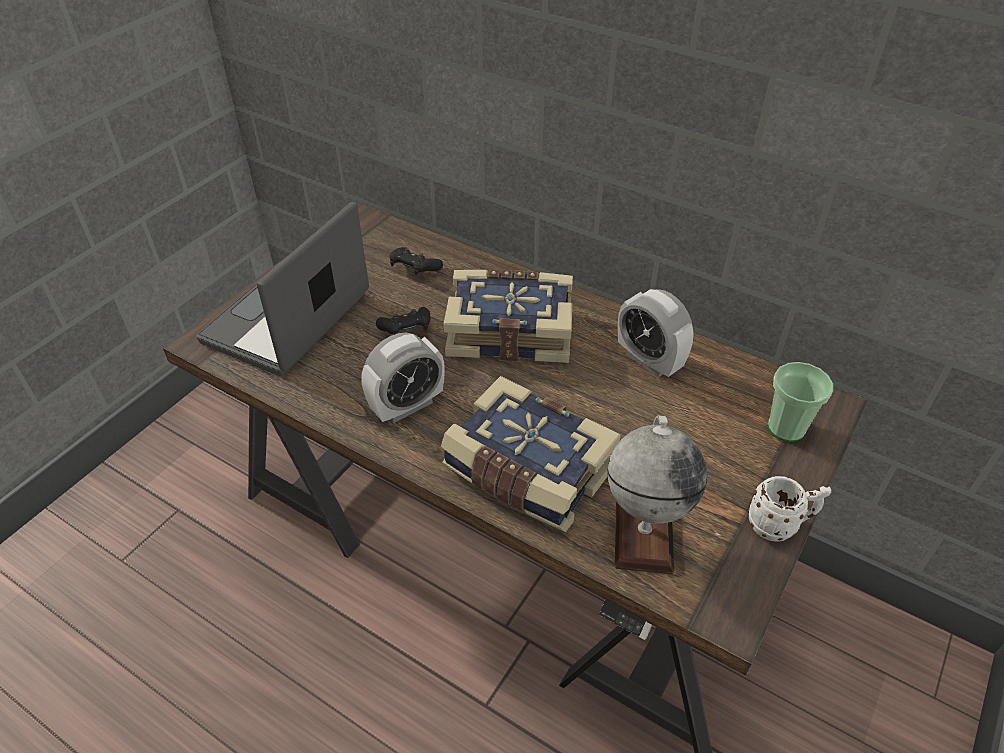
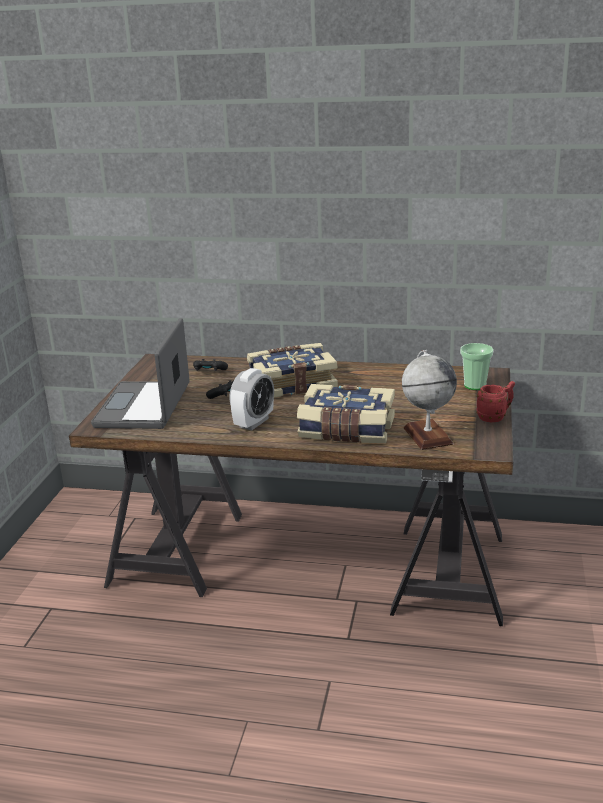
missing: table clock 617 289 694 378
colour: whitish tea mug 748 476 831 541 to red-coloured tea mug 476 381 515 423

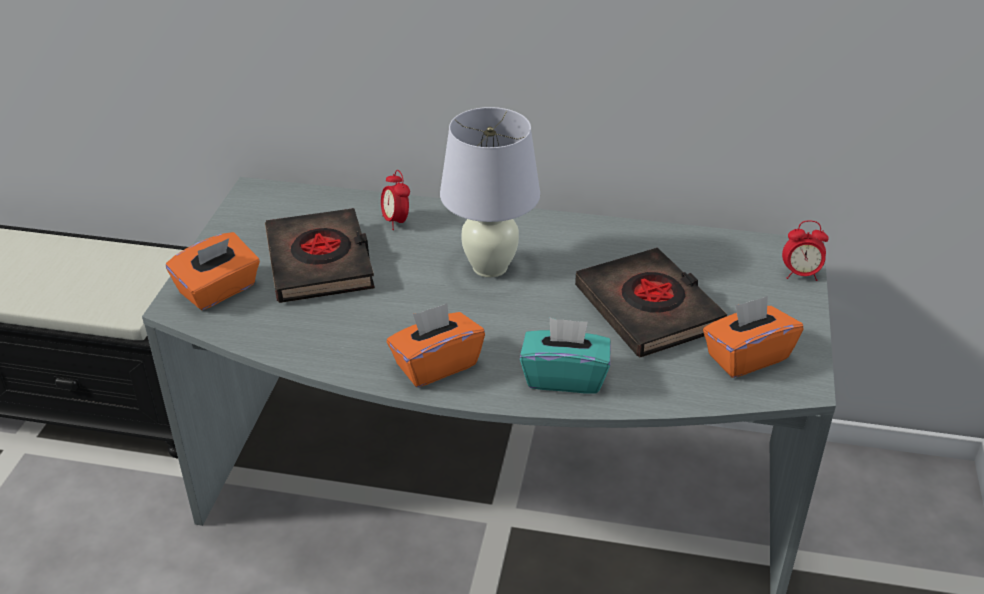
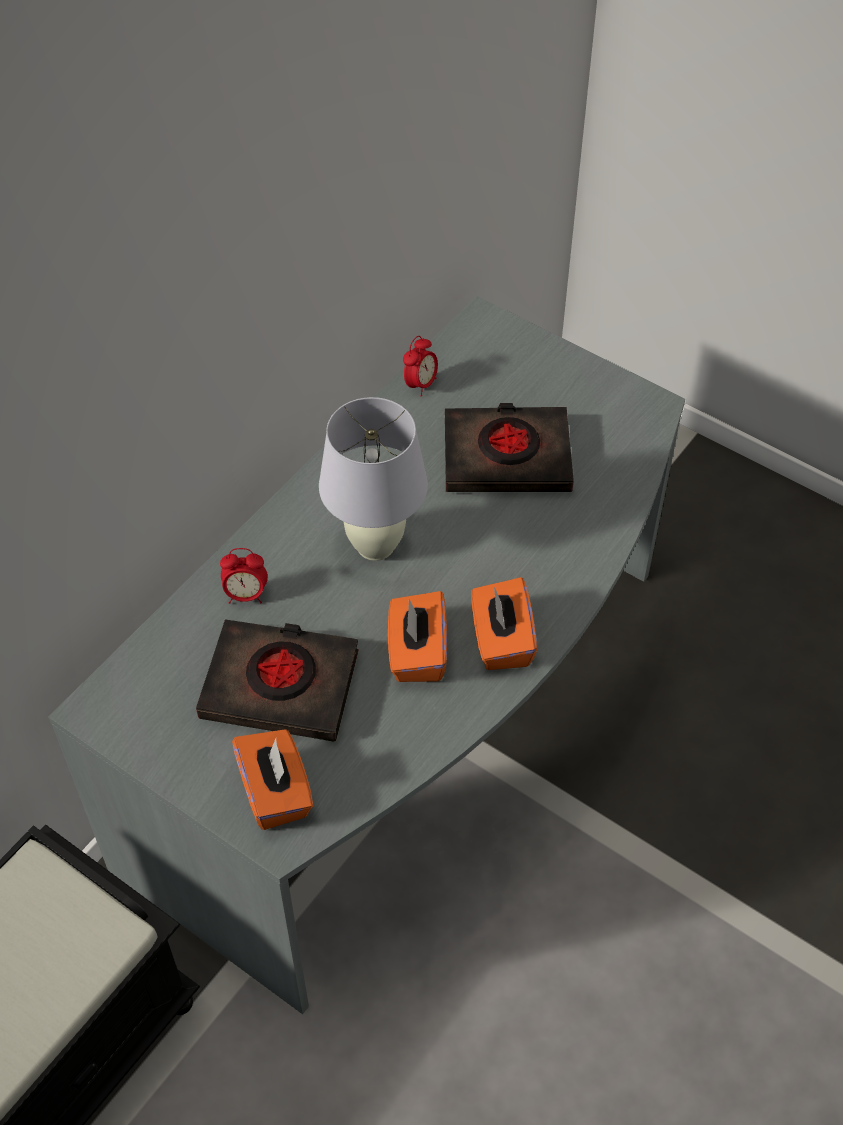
missing: turquoise-coloured tissue holder 520 318 611 394
relocated: orangey tissue holder 703 296 803 378 to 388 591 447 682; table clock 782 221 829 281 to 403 336 438 397

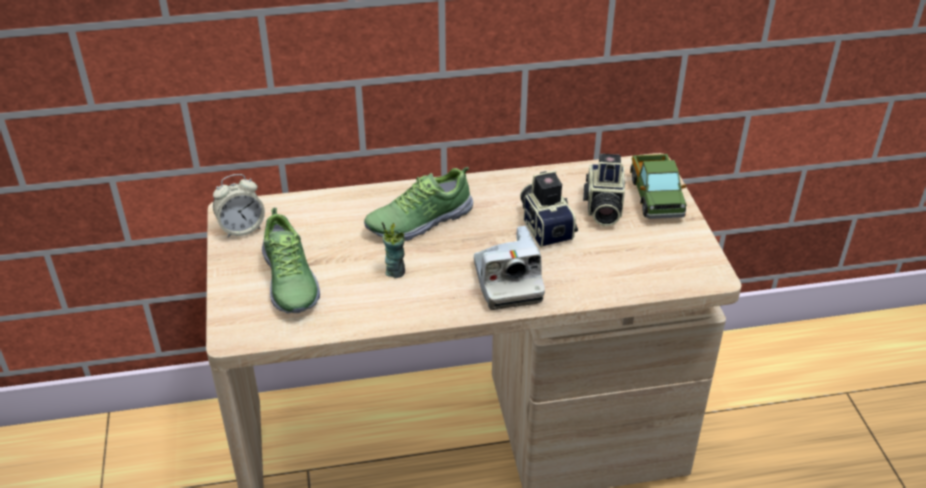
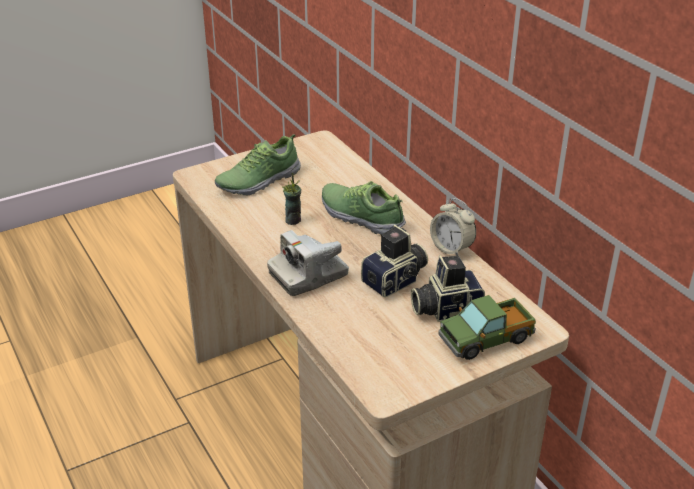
relocated: table clock 213 174 265 238 to 430 198 476 256

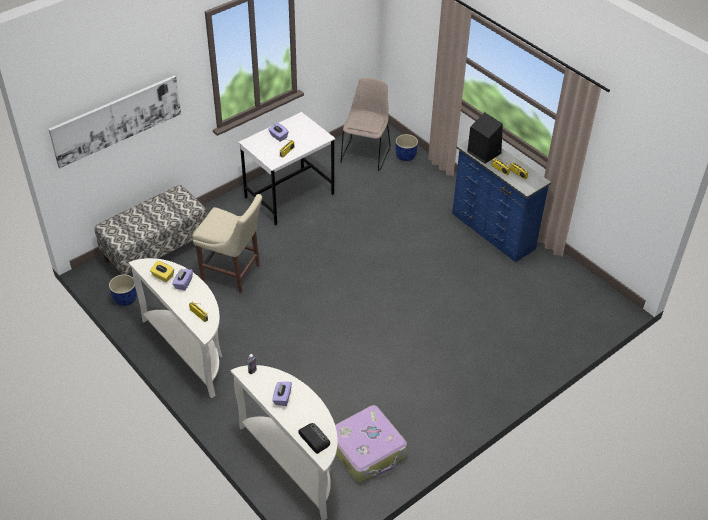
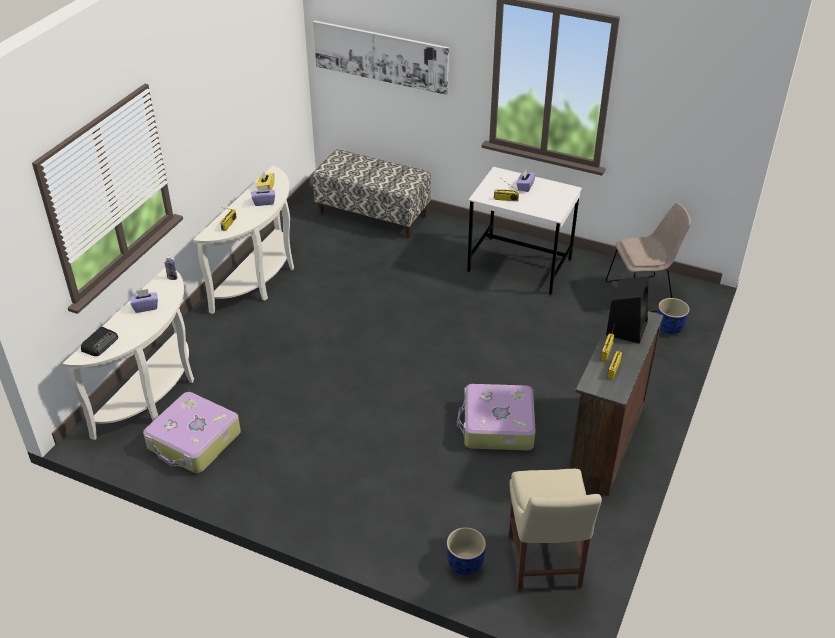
appeared: suitcase 457 384 536 450
relocated: bluish flower pot 109 274 137 306 to 447 527 486 576; beige-coloured chair 192 194 262 293 to 508 469 602 592
colour: bluish dresser 452 139 551 262 to brown-coloured dresser 569 311 664 496

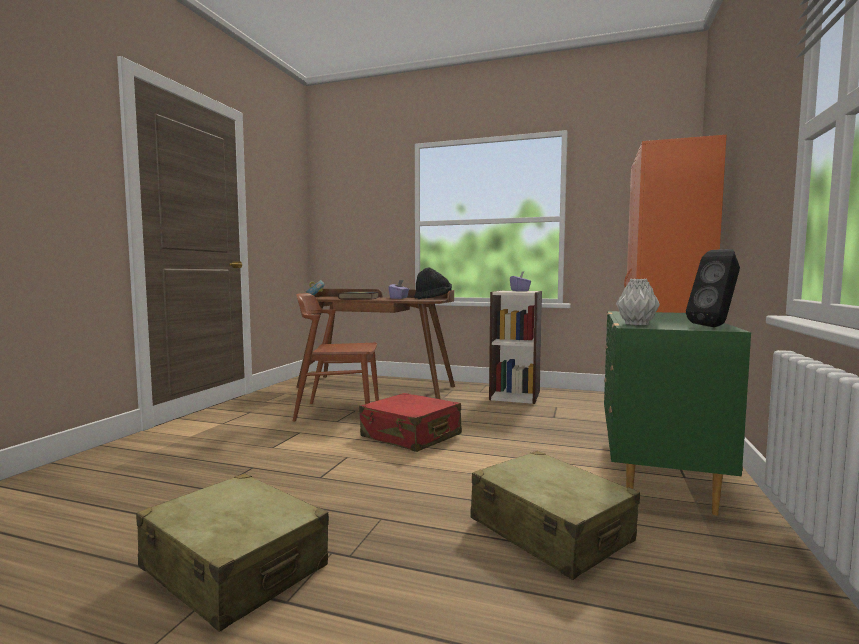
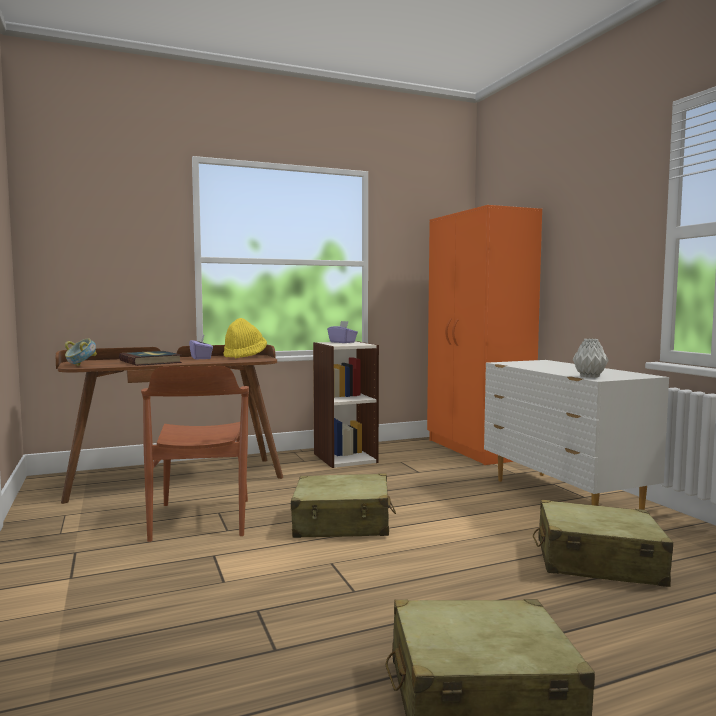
missing: blackish speaker 686 249 740 327
colour: red-coloured suitcase 359 393 462 452 to beige-coloured suitcase 291 473 396 538; blackish wearable hat 414 268 452 299 to yellow-coloured wearable hat 223 318 267 359; greenish dresser 604 311 751 515 to whitish dresser 484 360 669 510
spun: brown-coloured chair 293 293 379 421 = 141 366 249 542 60 degrees counterclockwise

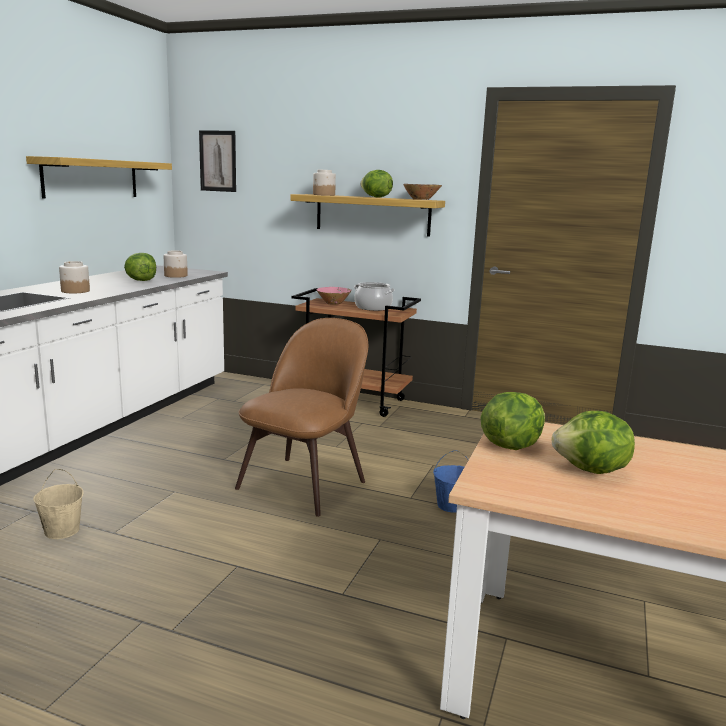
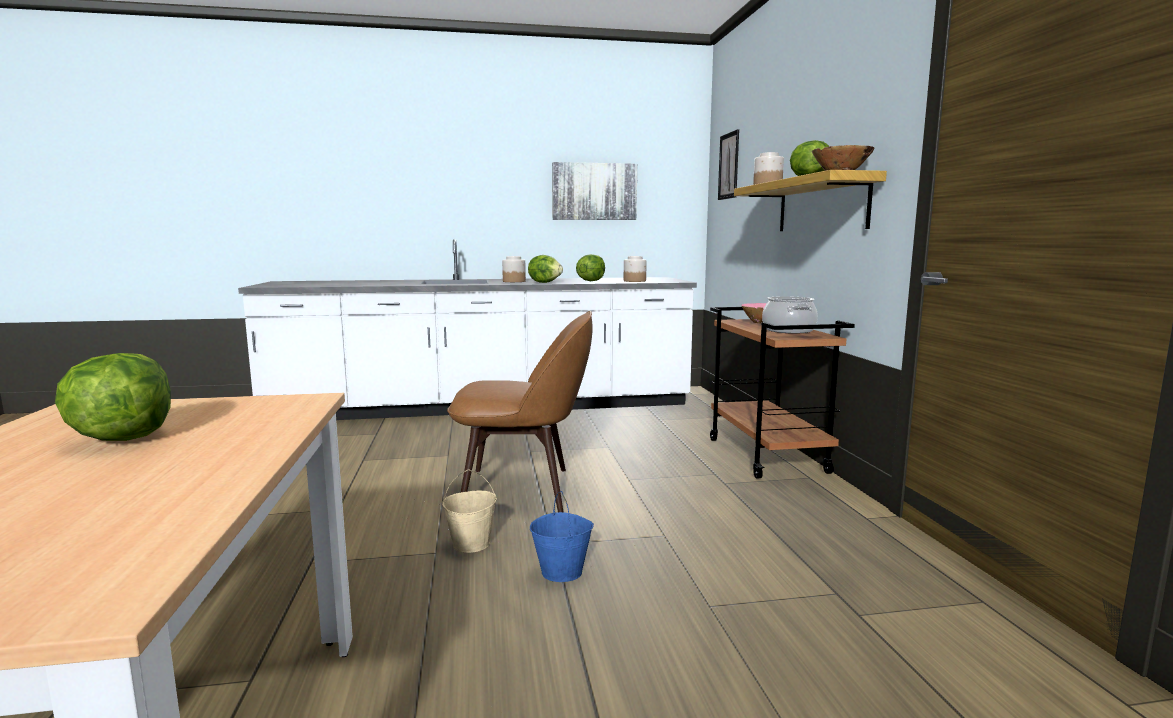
relocated: beige-coloured bucket 33 469 84 539 to 442 469 497 553; lettuce 481 392 545 450 to 528 255 563 283
exchanged: shelf 26 156 172 199 to wall art 552 162 637 220

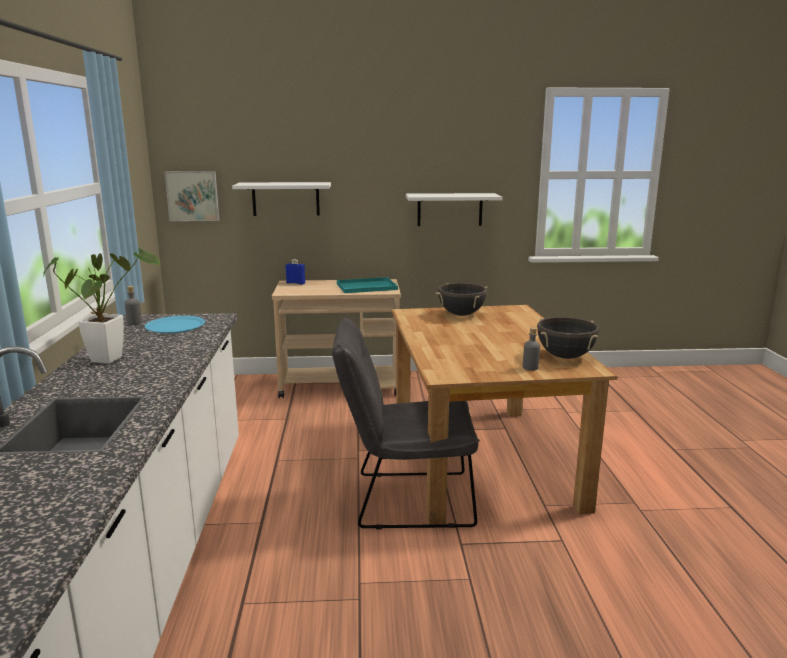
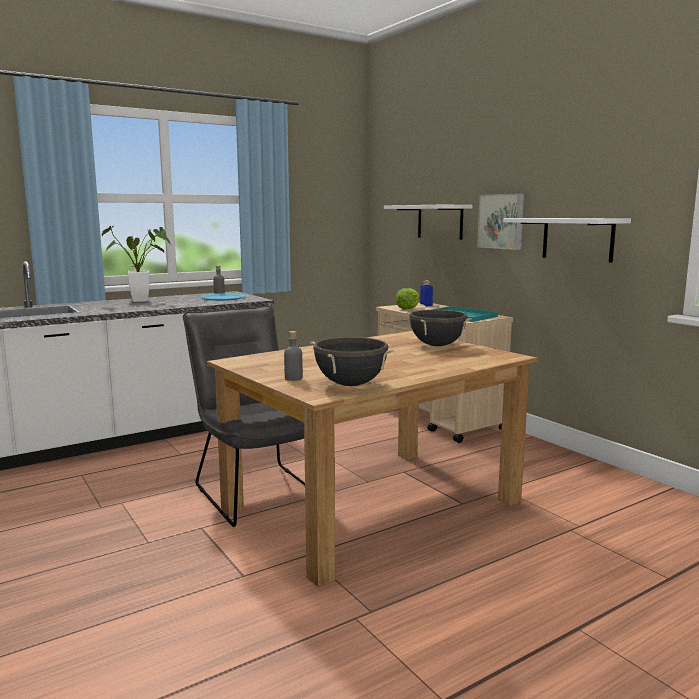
appeared: lettuce 395 288 420 310
relocated: wall art 164 171 219 221 to 477 193 524 250

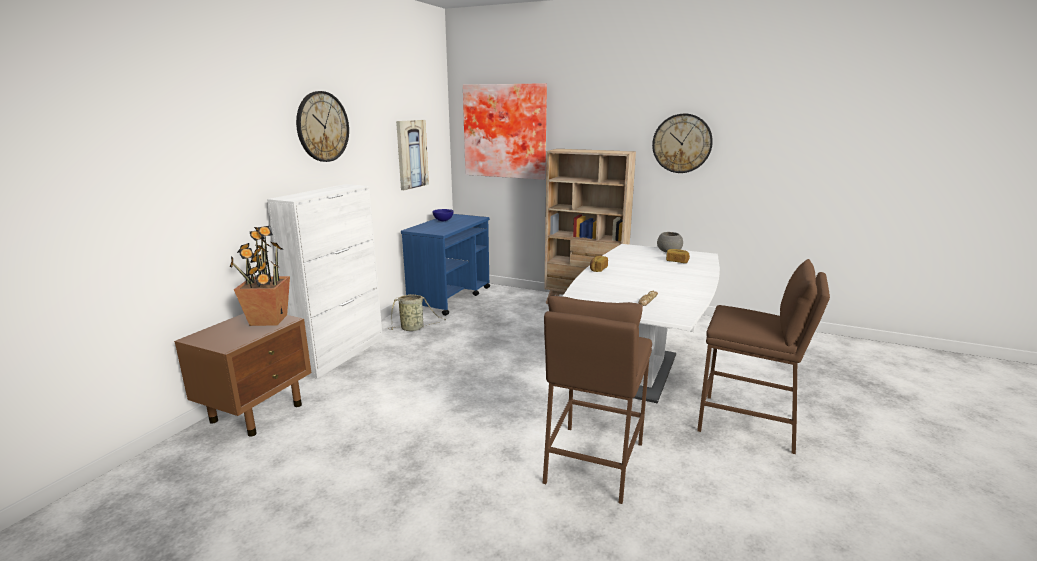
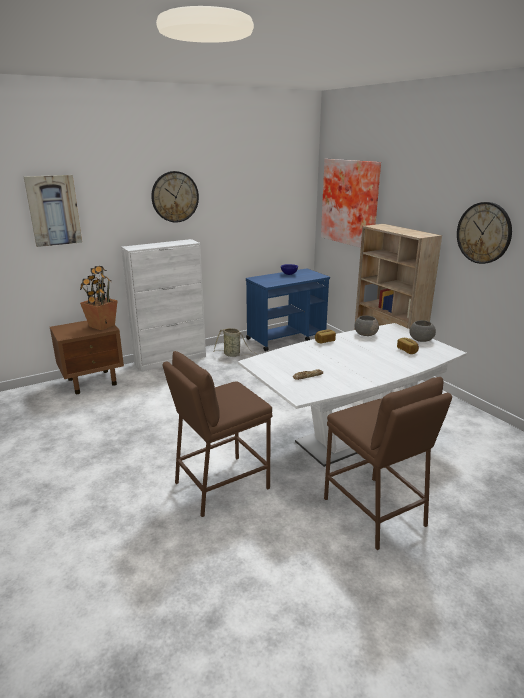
appeared: gray serving bowl 355 316 379 336
relocated: wall art 396 120 429 190 to 24 175 82 247

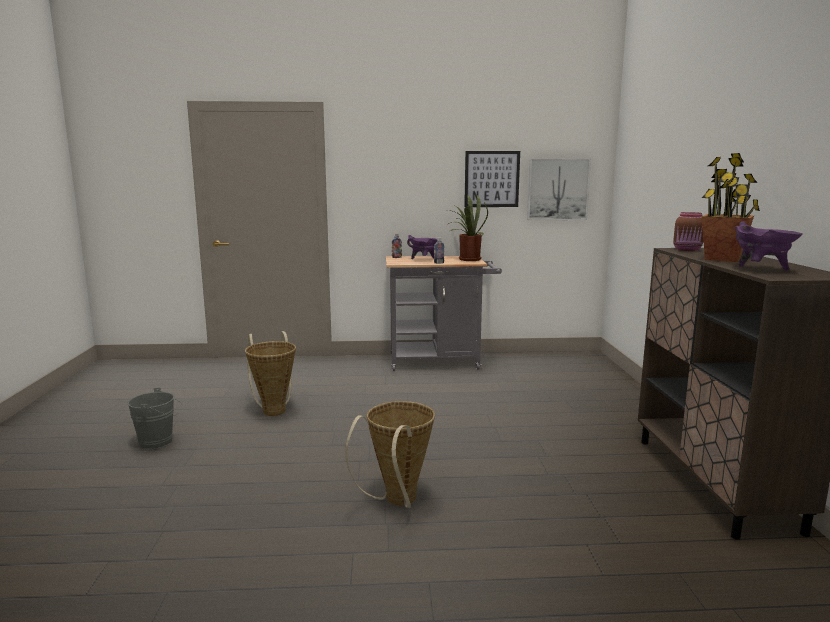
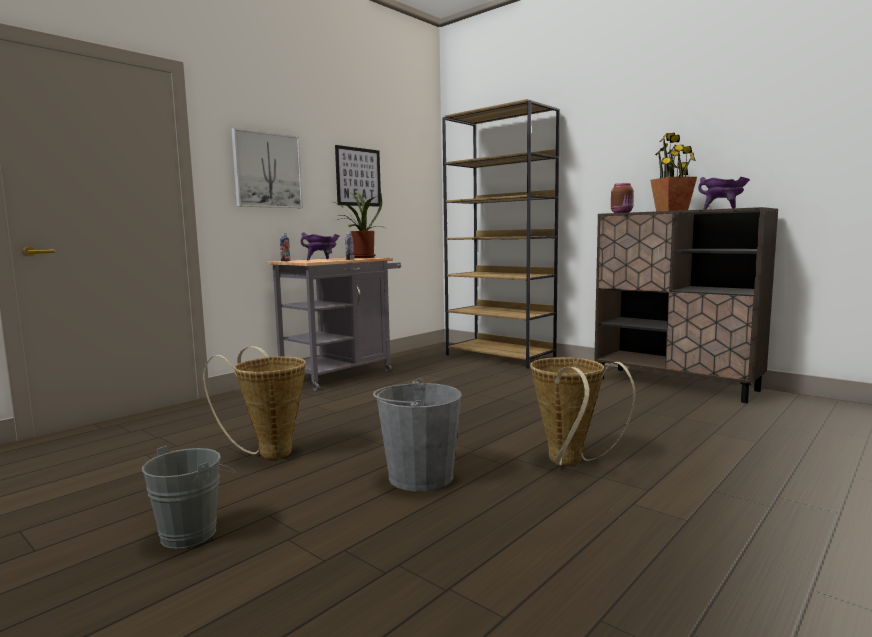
appeared: gray bucket 373 378 462 491; brown-coloured bookshelf 442 99 560 369
relocated: wall art 527 158 591 220 to 231 128 303 208

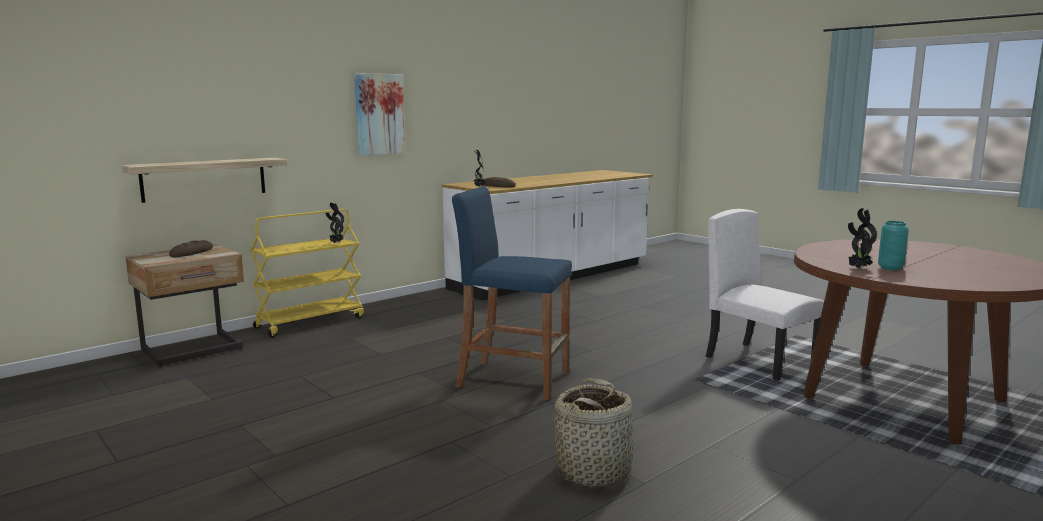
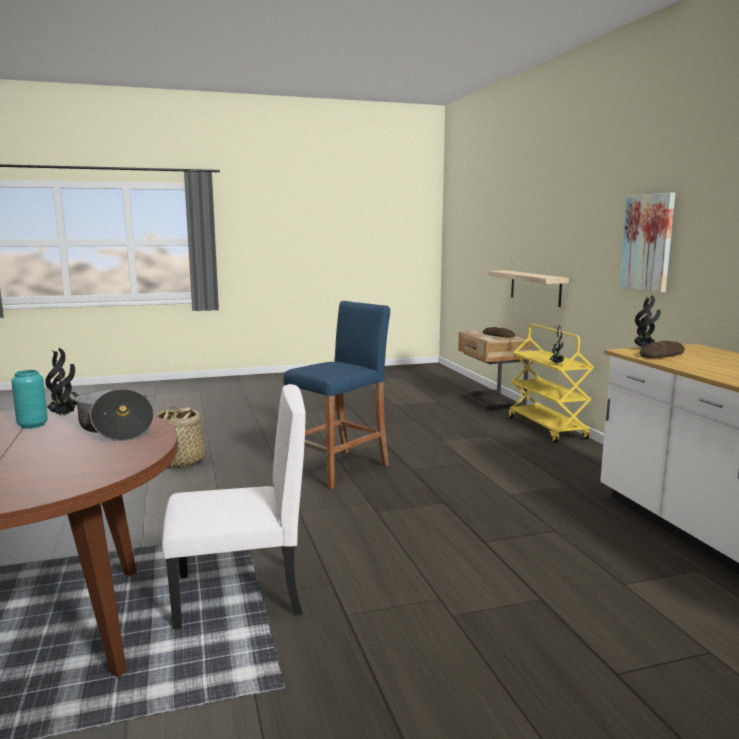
appeared: saucepot 67 389 154 441

